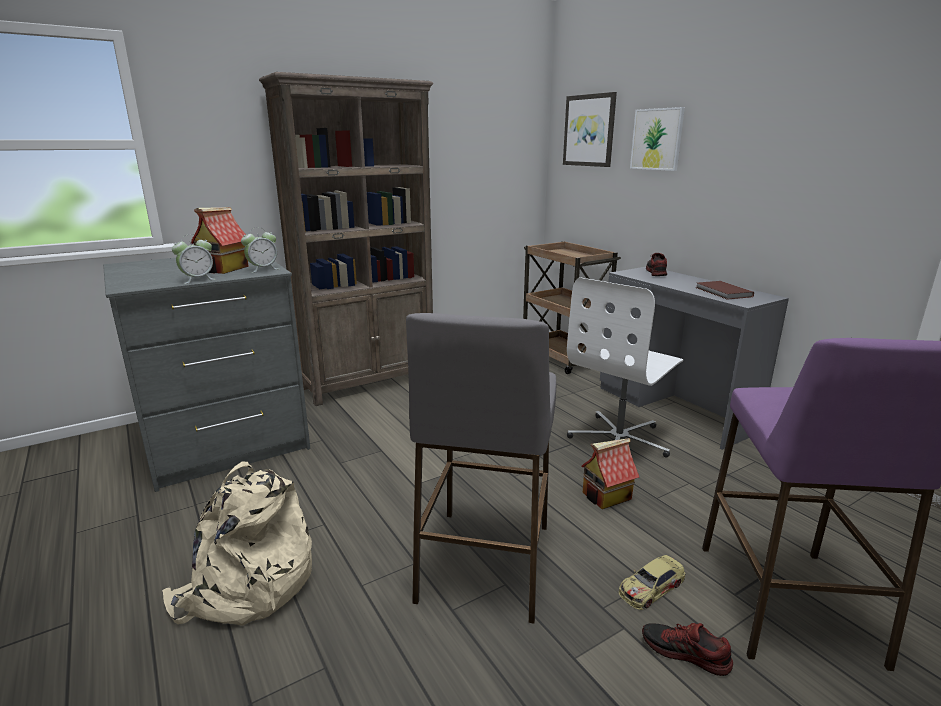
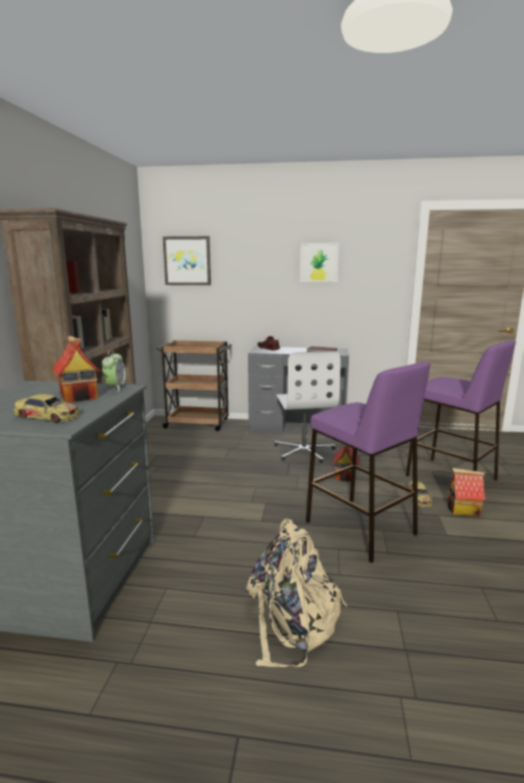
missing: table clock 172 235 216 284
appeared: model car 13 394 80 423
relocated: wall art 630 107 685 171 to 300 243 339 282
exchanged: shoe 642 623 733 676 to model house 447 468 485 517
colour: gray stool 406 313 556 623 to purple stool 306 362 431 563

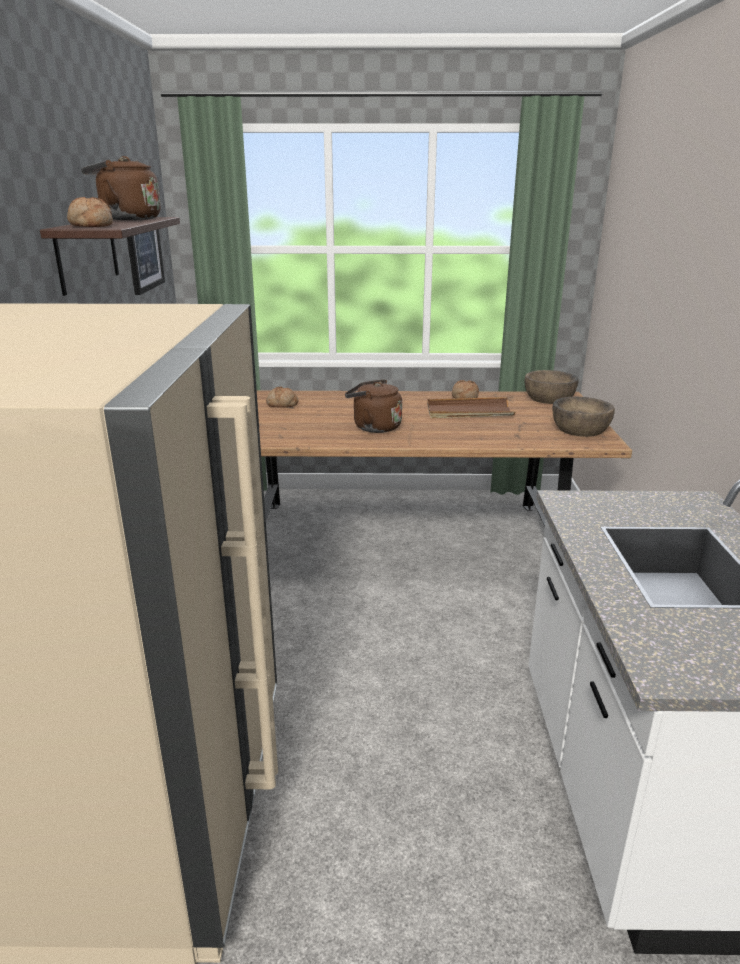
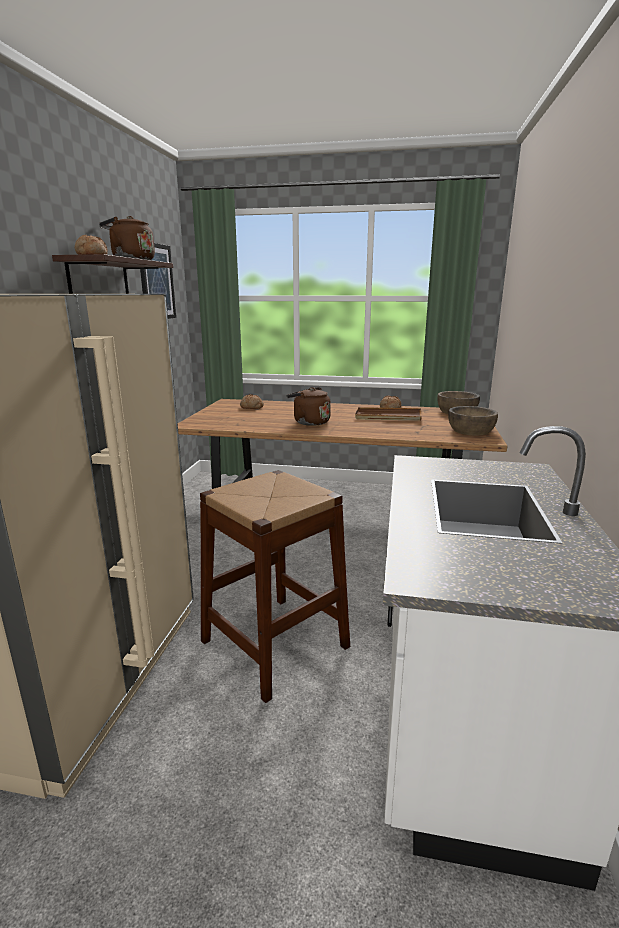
appeared: brown-coloured stool 200 470 350 703

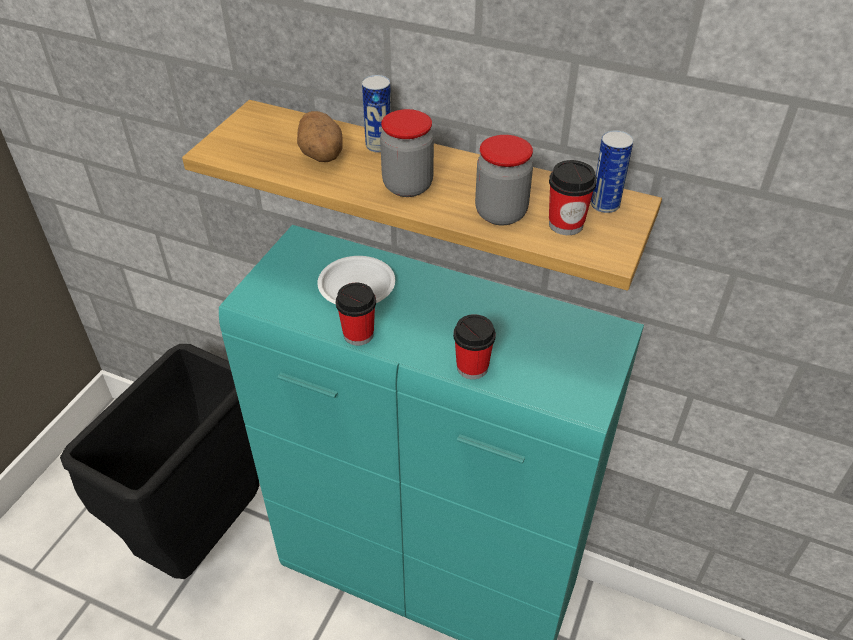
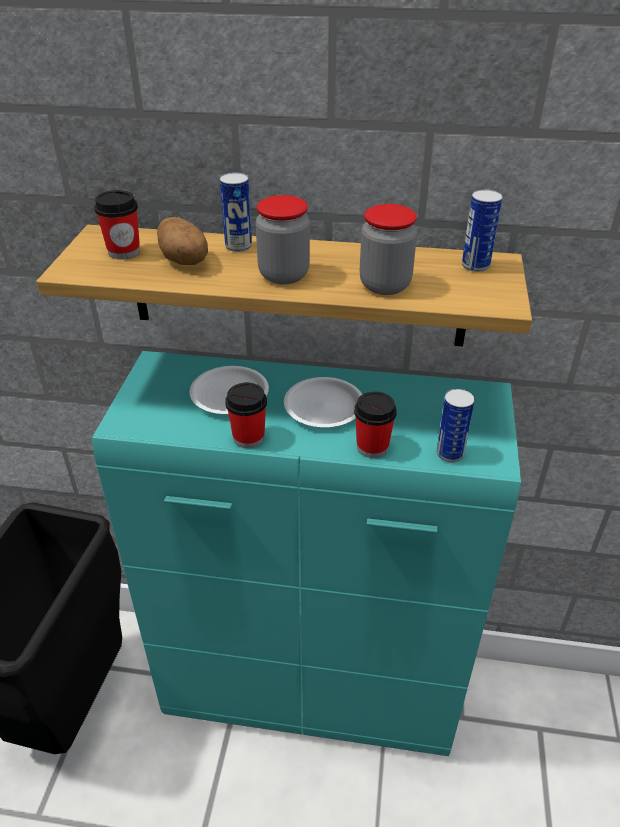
appeared: whitish dinner plate 284 377 362 427; sealed can 437 389 475 462
relocated: small cup 549 160 597 235 to 94 190 140 260

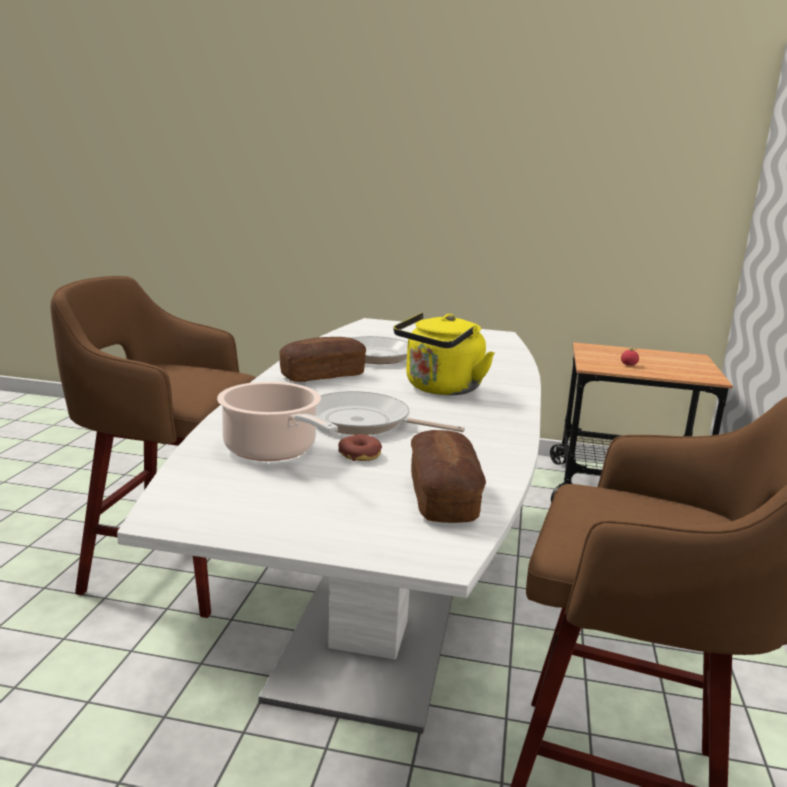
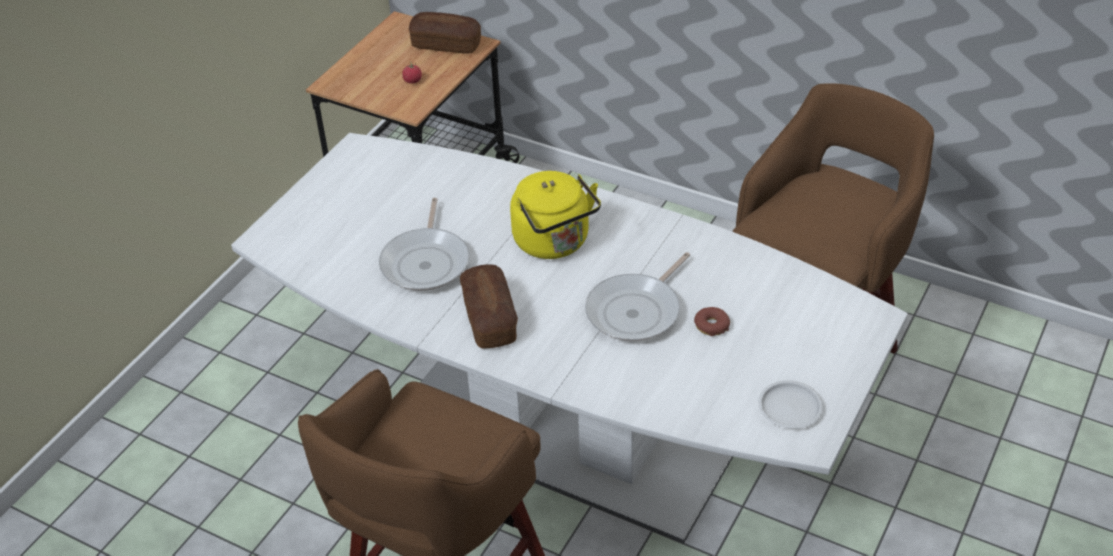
missing: saucepot 217 382 338 461
appeared: whitish dinner plate 758 380 823 429
relocated: bread 411 430 486 523 to 409 12 481 54

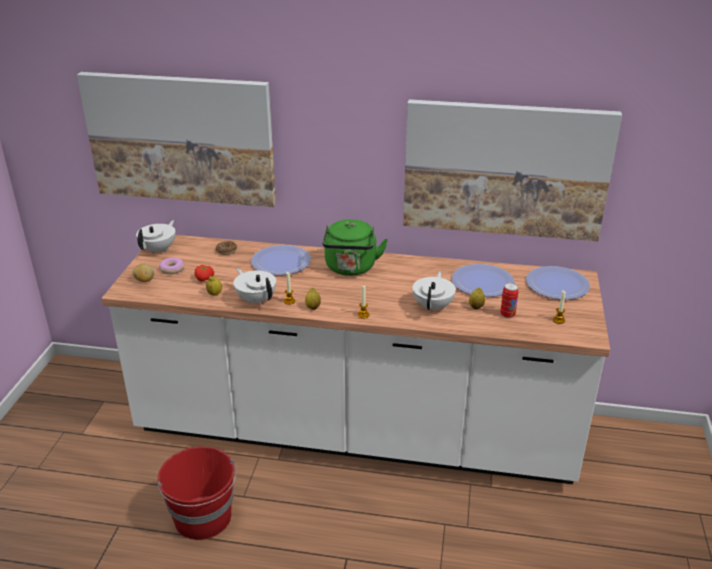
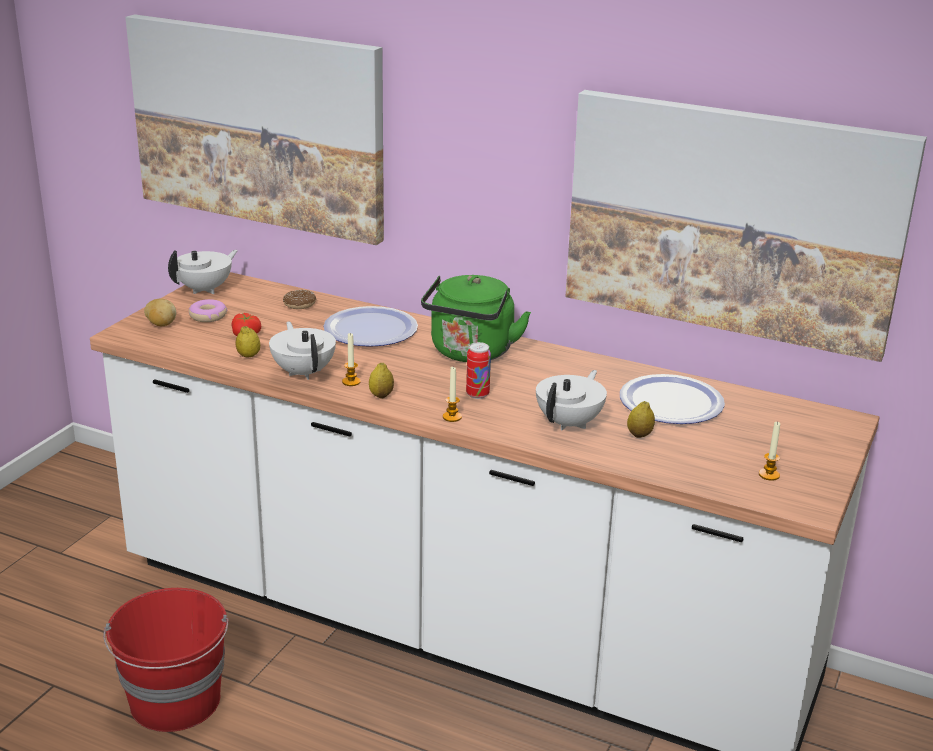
missing: dinner plate 526 266 590 300
relocated: sealed can 500 283 519 318 to 466 342 491 399

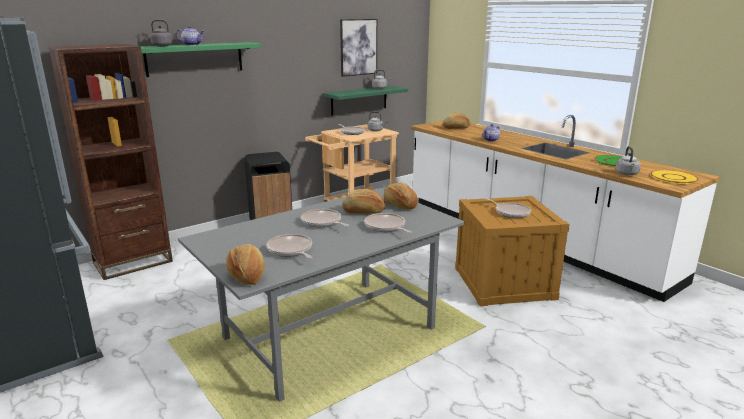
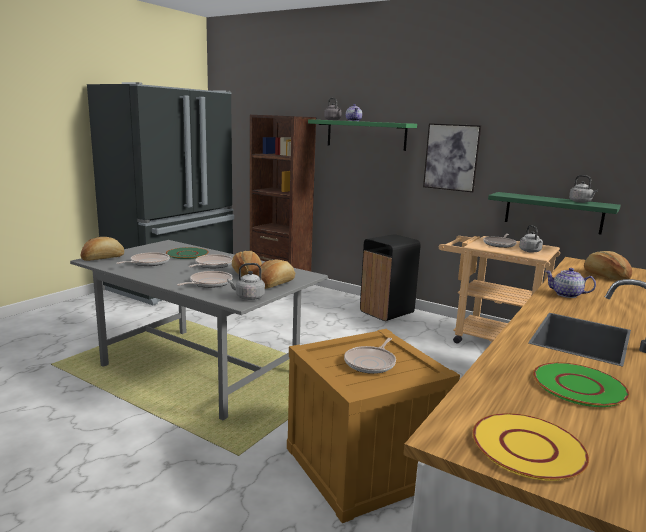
appeared: greenish dinner plate 166 247 209 259
relocated: wall art 340 19 377 77 to 423 123 481 192; gray water kettle 615 146 641 175 to 227 263 265 300

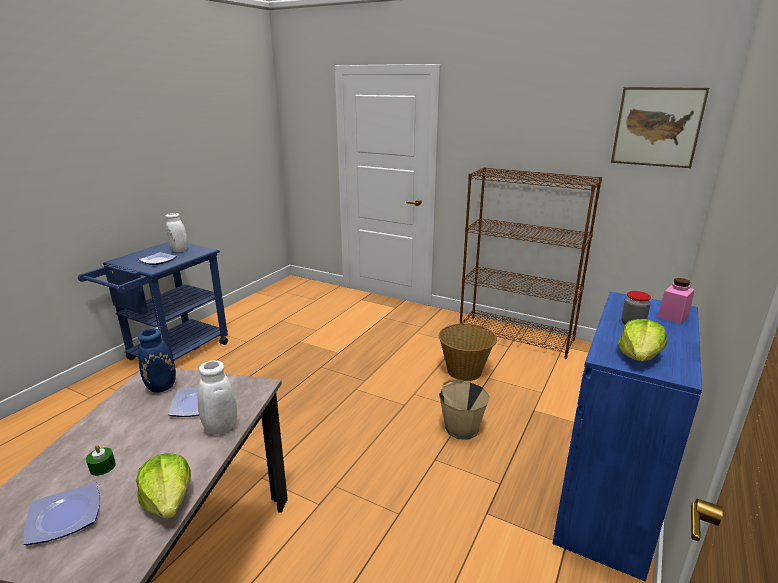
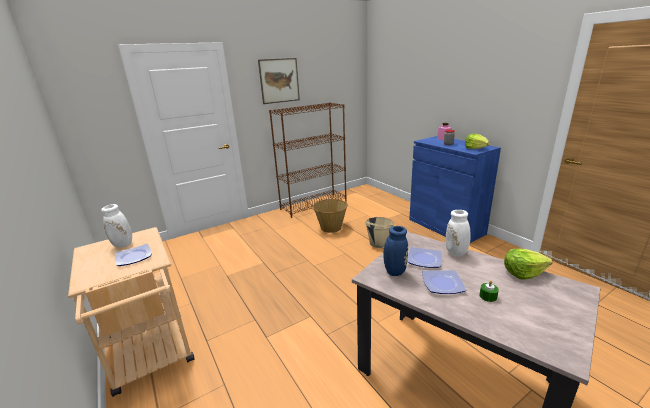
relocated: dinner plate 24 482 100 545 to 422 270 466 294; wall art 611 87 709 168 to 258 58 300 104
colour: bluish wheeled cart 78 242 228 361 to beige-coloured wheeled cart 68 227 195 397

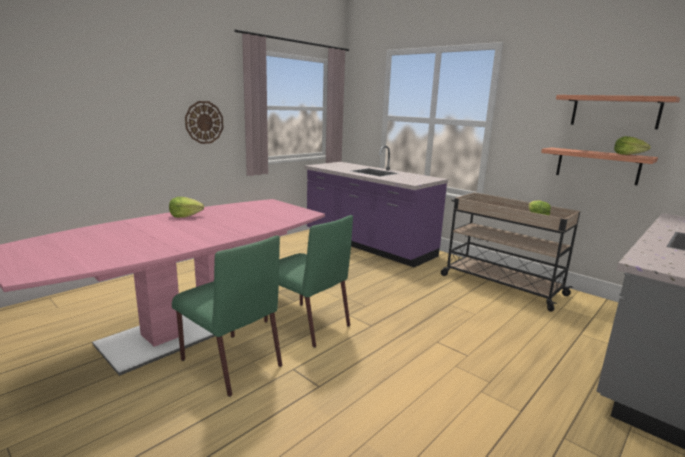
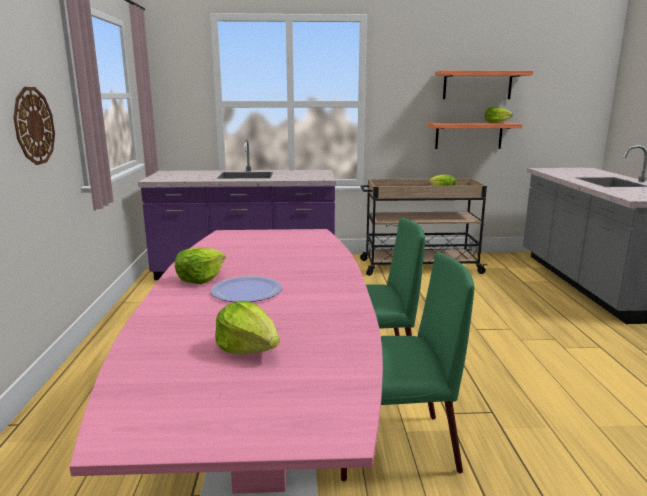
appeared: dinner plate 211 276 282 302; lettuce 215 301 280 354

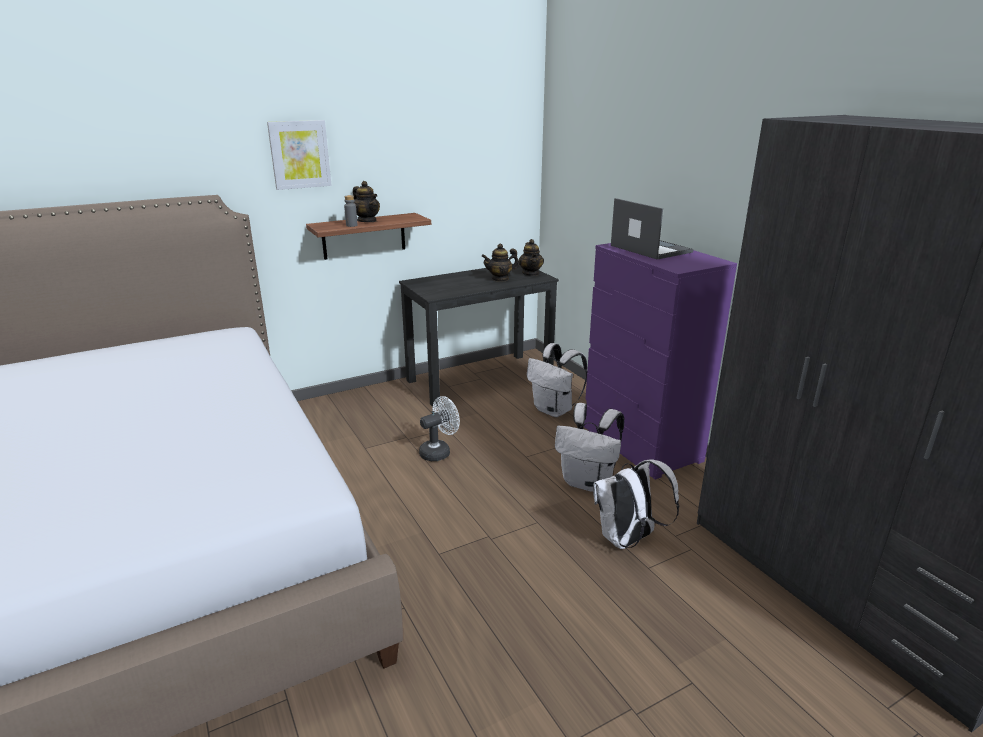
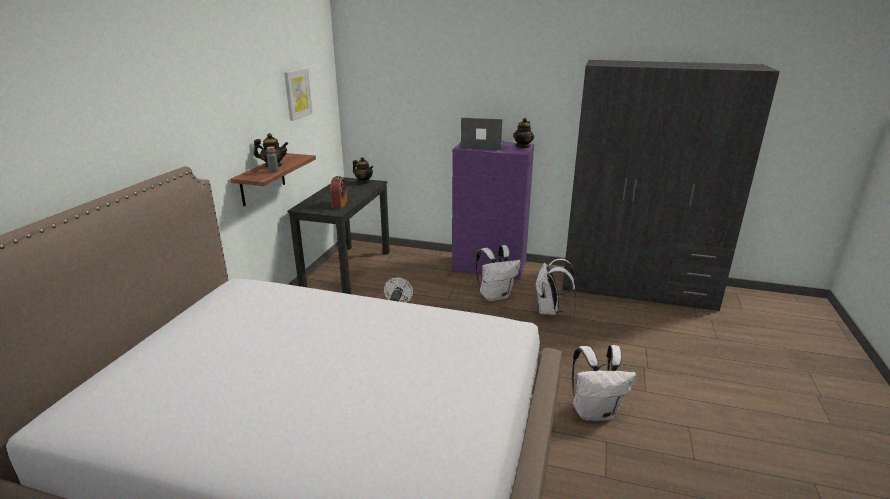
appeared: table clock 330 176 347 209
relocated: wall art 267 120 332 190 to 284 68 313 121; tea pot 482 244 519 282 to 513 118 534 148; whitish rucksack 527 343 587 417 to 572 345 636 421

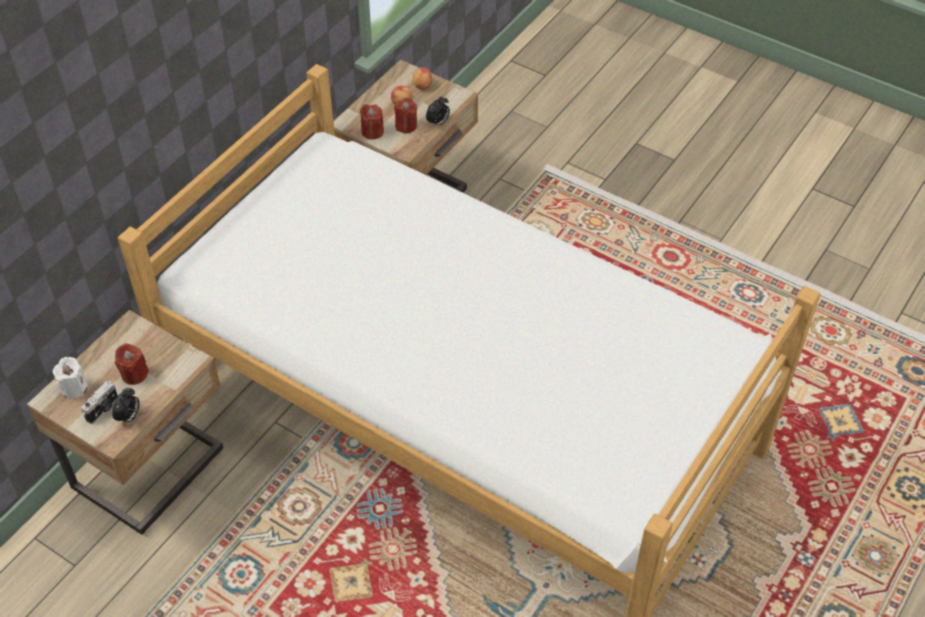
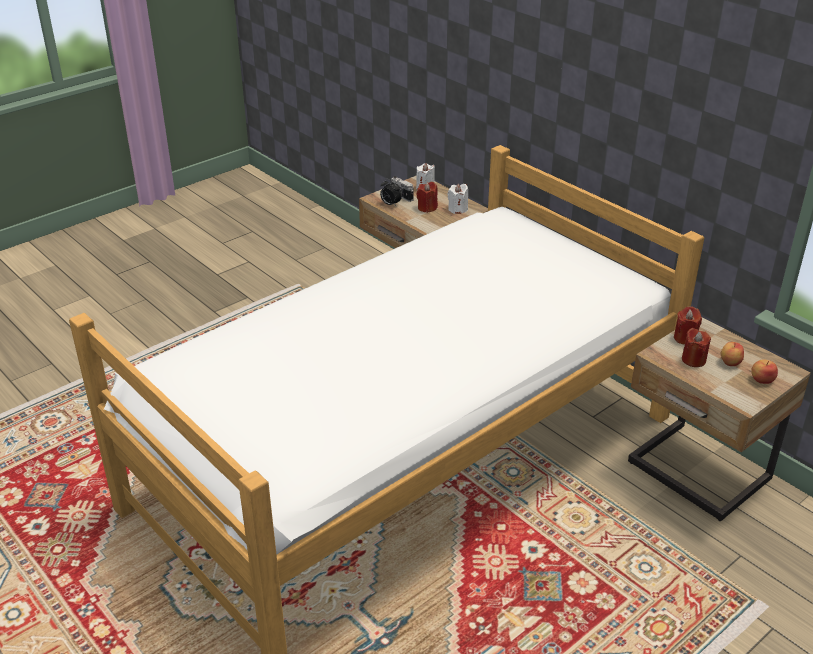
missing: table clock 426 96 450 127
appeared: whitish wax candle 447 184 468 214

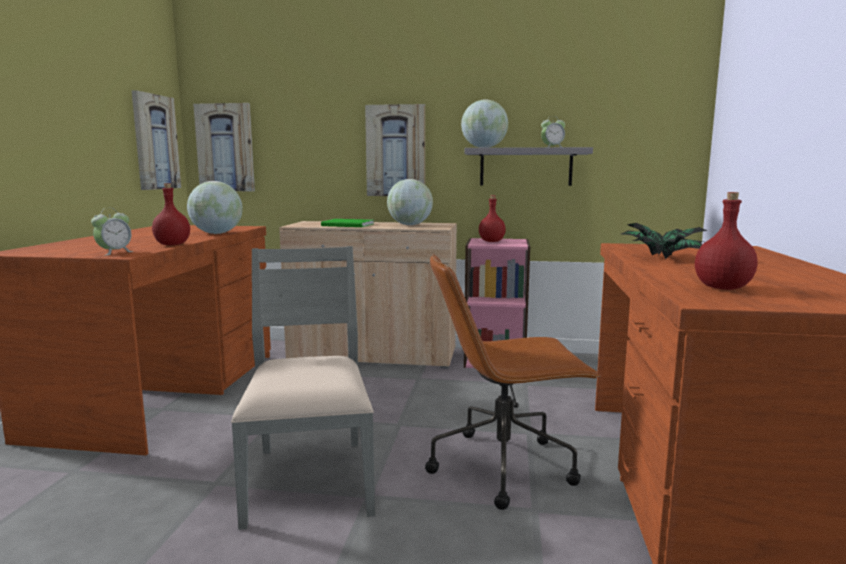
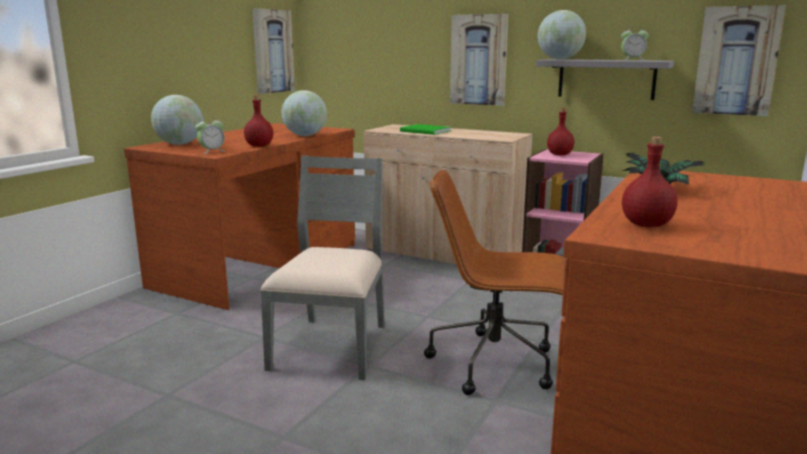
relocated: wall art 193 103 255 191 to 692 5 786 116; globe 387 179 433 225 to 151 95 203 145

